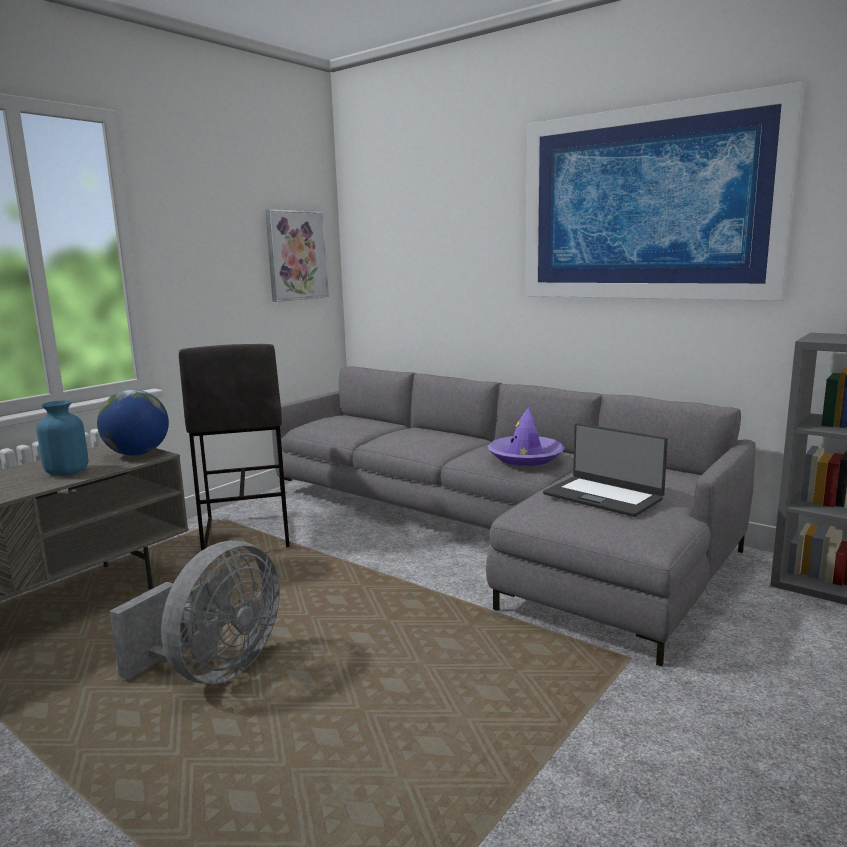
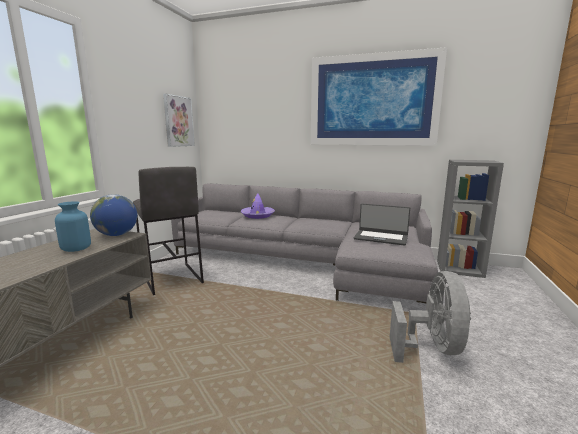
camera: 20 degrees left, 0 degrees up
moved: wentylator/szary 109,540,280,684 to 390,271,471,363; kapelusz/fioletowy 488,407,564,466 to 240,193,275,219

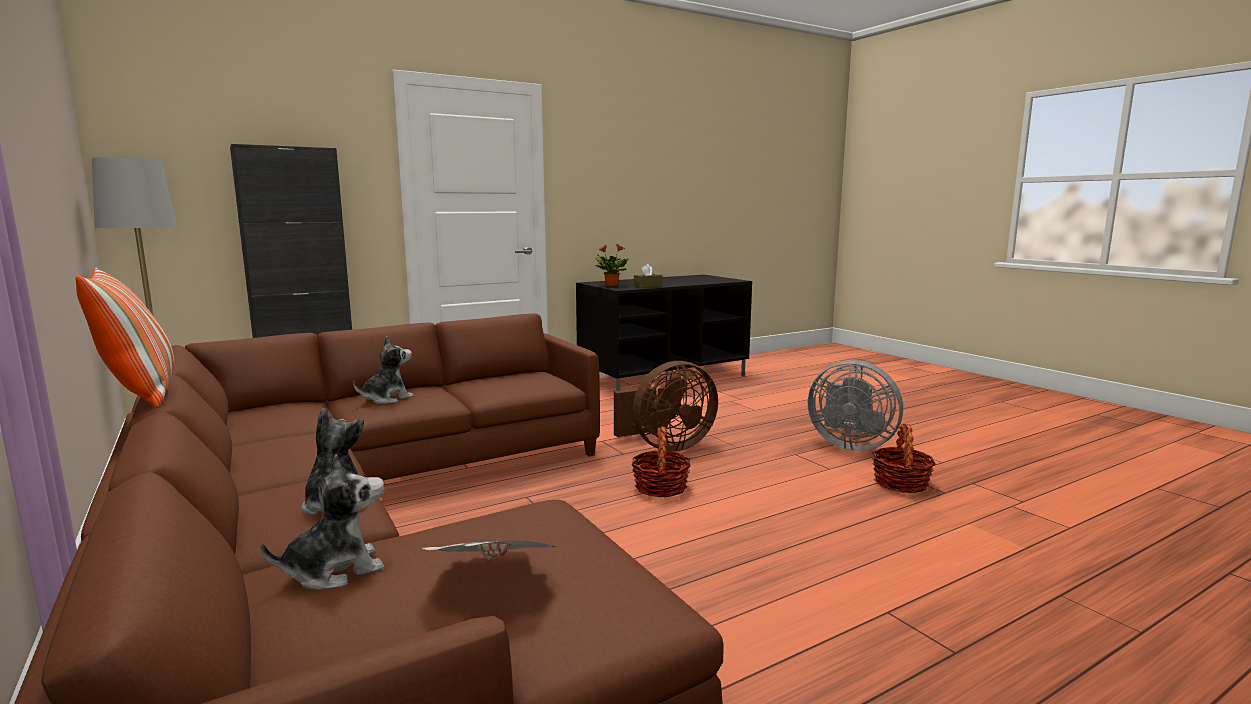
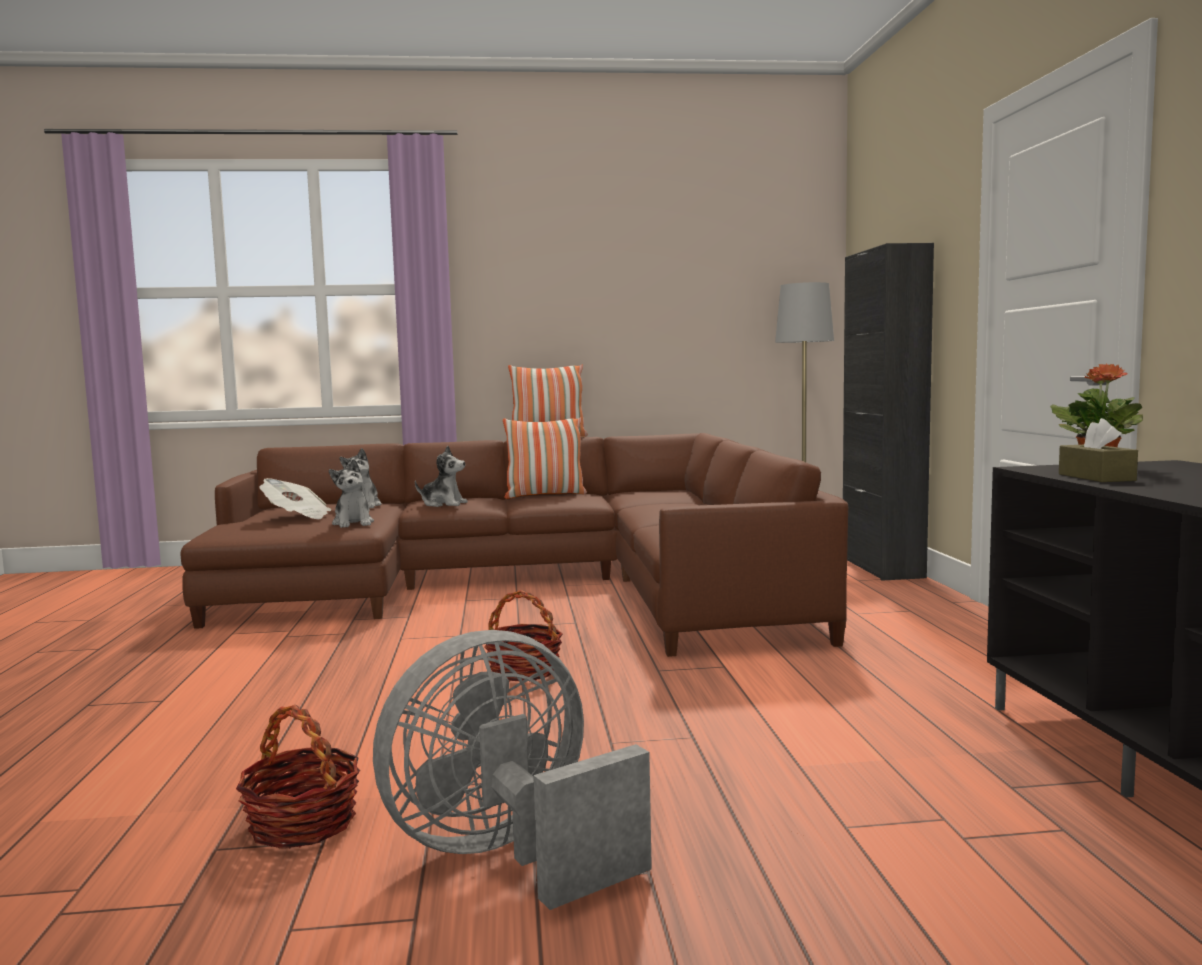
camera: 115 degrees right, 5 degrees down
removed: wentylator/brązowy 614,361,718,452
added: poduszka 503,417,587,499
moved: pluszak 353,336,414,404 to 329,459,374,528

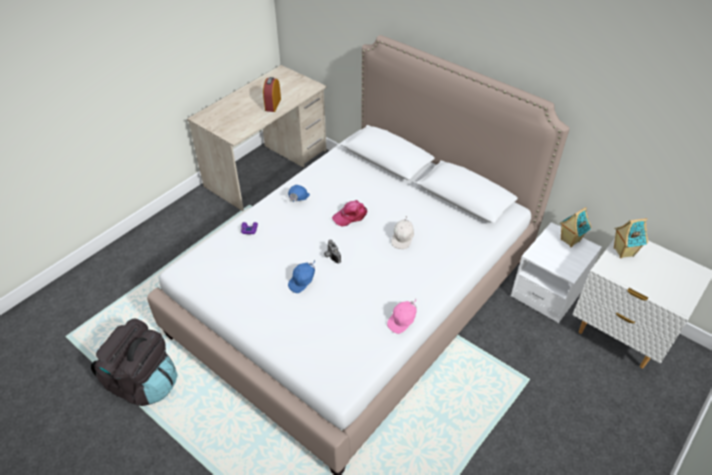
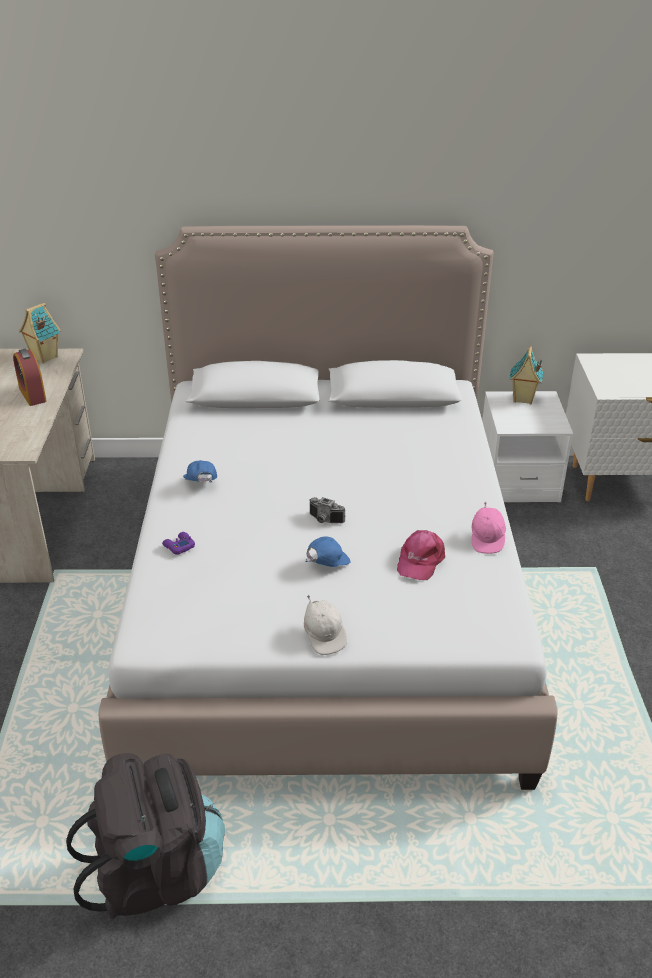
camera: 40 degrees left, 10 degrees down
moved: czapka z daszkiem/różowy 332,200,367,227 to 397,530,445,580; czapka z daszkiem/biały 391,216,414,249 to 304,595,347,655; domek 614,218,648,258 to 19,303,61,363
turned: czapka z daszkiem/niebieski 288,260,315,293 = 305,536,351,567 135 degrees counterclockwise

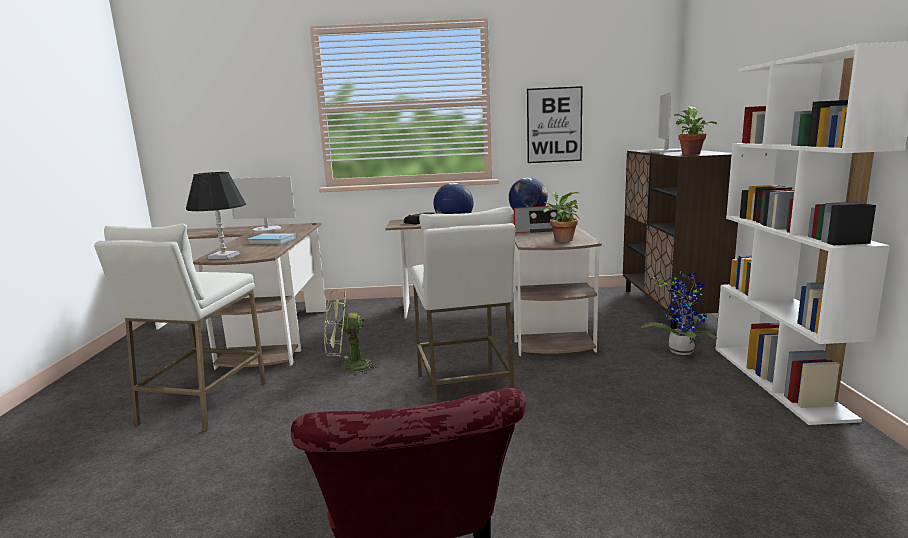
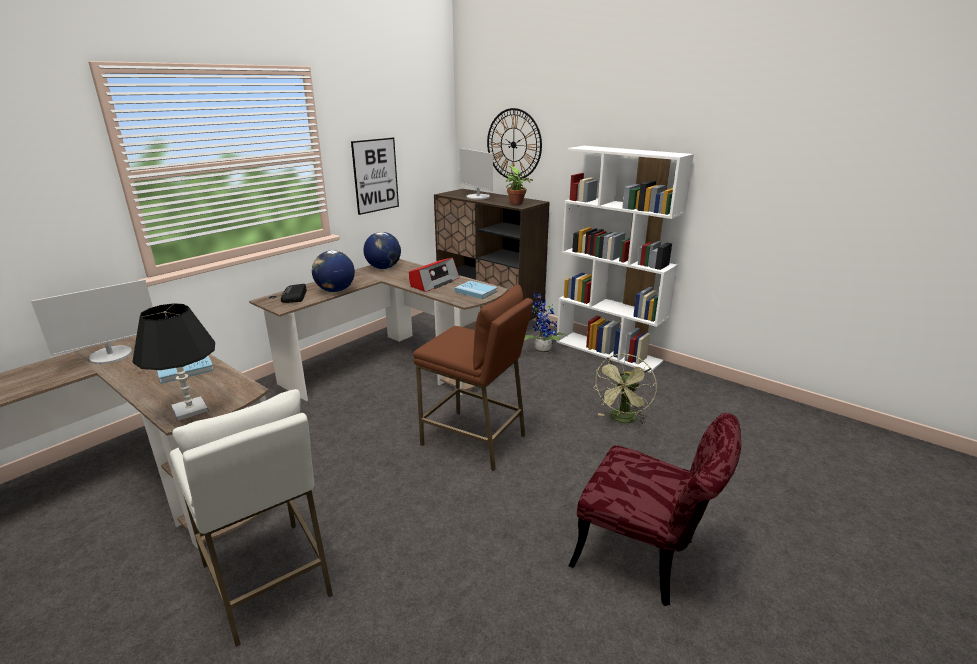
camera: 50 degrees left, 10 degrees up
added: zegar ścienny 487,108,542,179
moved: wentylator/zielony 324,290,380,377 to 593,354,657,424
replaced: roślina doniczkowa 543,191,580,242 to książka/niebieski 454,281,498,299
recoloured: stołek/biały 411,207,515,404 to stołek/brązowy 413,285,533,471

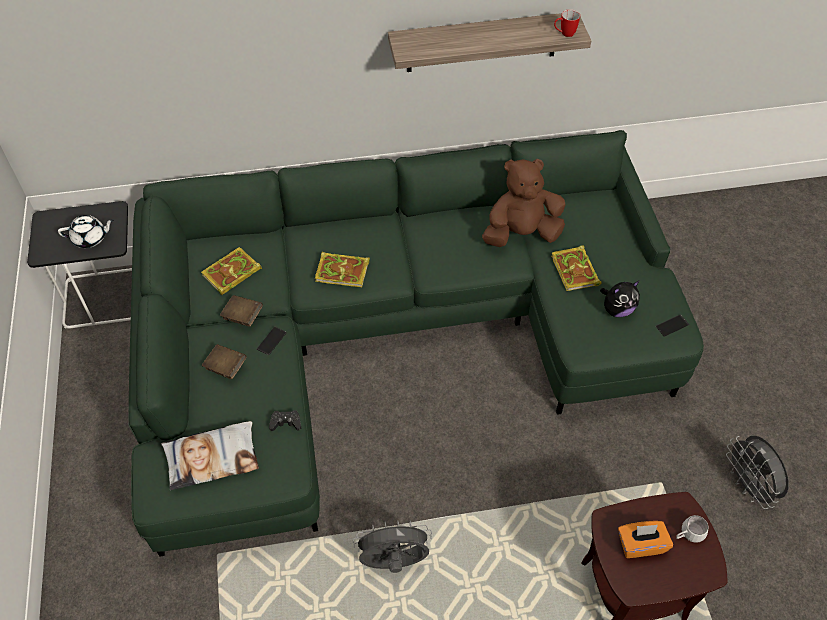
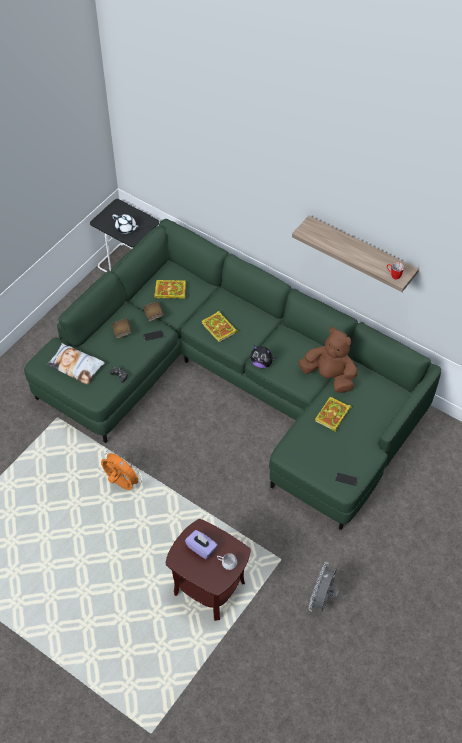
camera: 45 degrees right, 0 degrees up
moved: pluszak 600,281,640,317 to 250,346,276,368
recoloured: wentylator/szary 353,520,432,573 to wentylator/pomarańczowy 101,450,142,490; pudełko chusteczek/pomarańczowy 618,521,673,558 to pudełko chusteczek/fioletowy 185,530,217,559

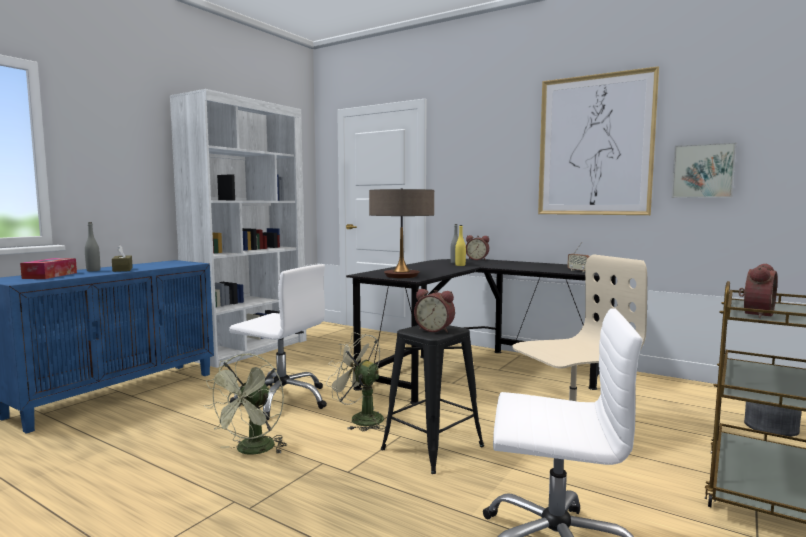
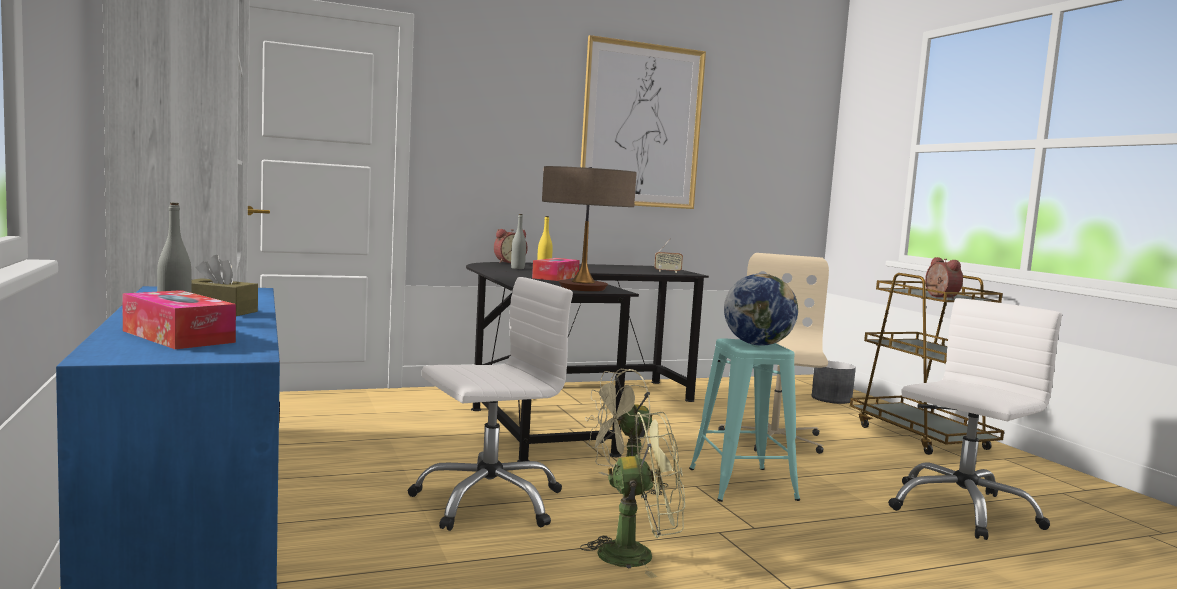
camera: 55 degrees left, 0 degrees up
removed: obraz 672,142,736,198
added: pudełko chusteczek 532,258,580,281
replaced: budzik 414,289,455,333 to globus 724,274,798,346
recoloured: stołek/czarny 381,325,484,474 to stołek/turkusowy 689,338,800,502
turned: wentylator/zielony 204,353,287,455 = 580,412,685,578 60 degrees counterclockwise

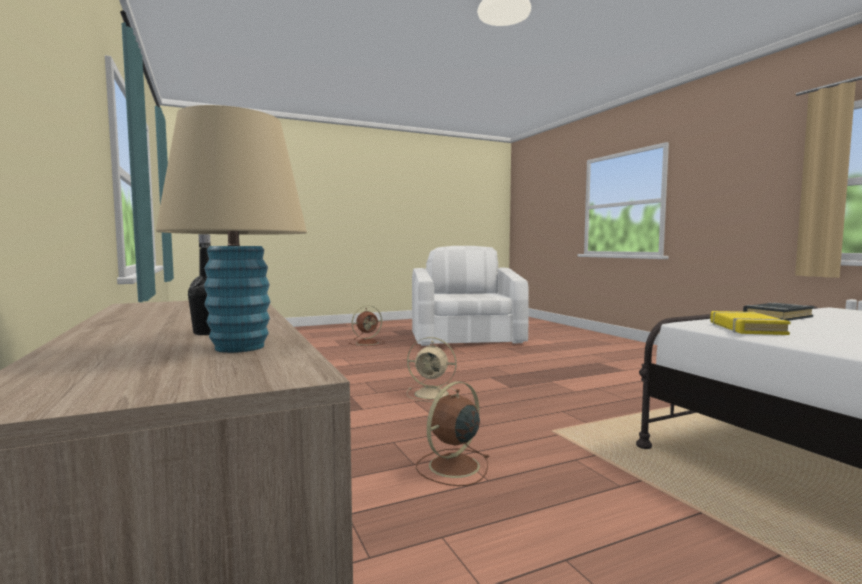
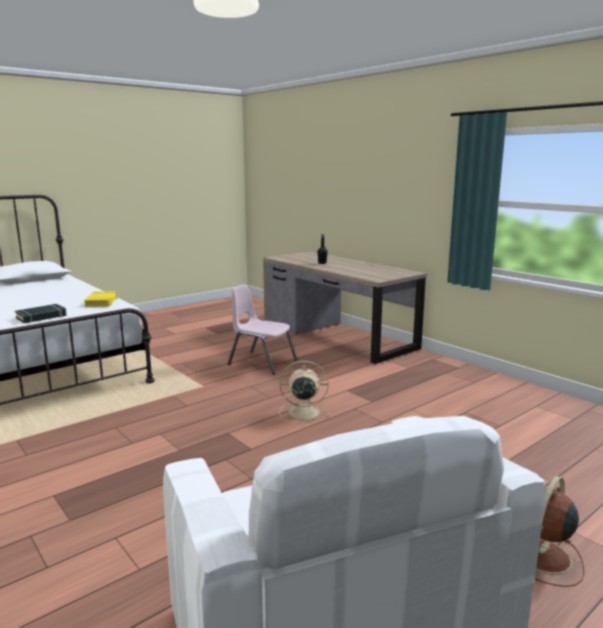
camera: 165 degrees right, 10 degrees up
removed: lampa stołowa/beżowy 156,105,307,353
replaced: wentylator/brązowy 416,382,490,486 to krzesło/różowy 228,285,297,375

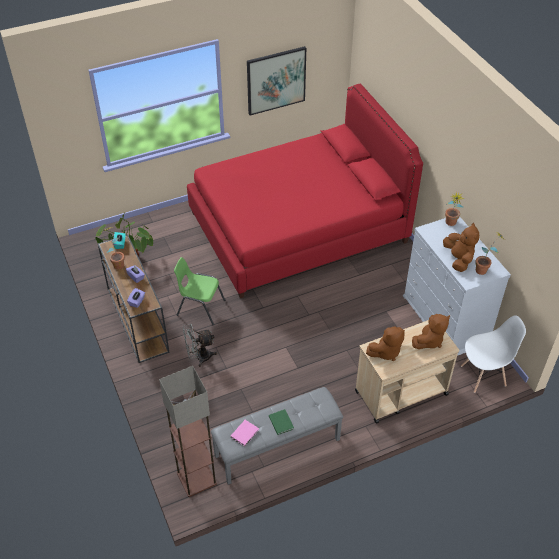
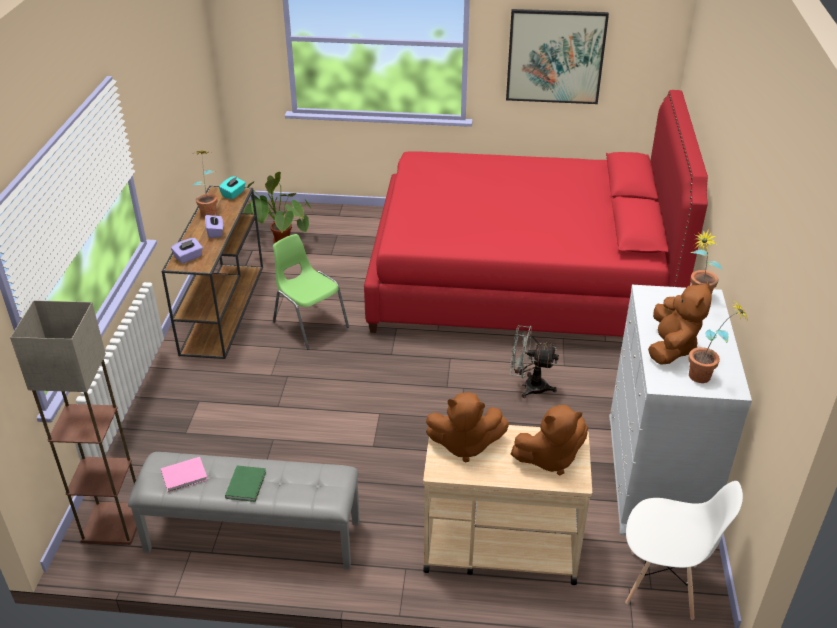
camera: 30 degrees right, 10 degrees down
moved: wentylator/szary 183,324,217,367 to 510,325,559,398

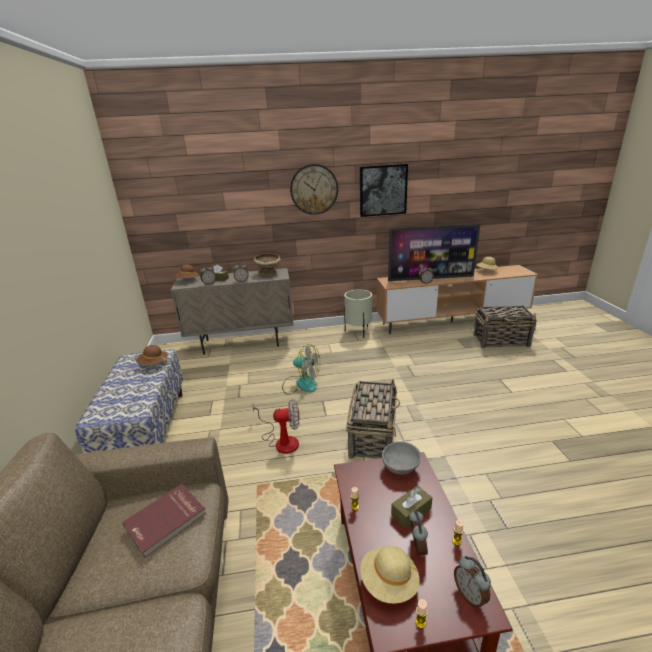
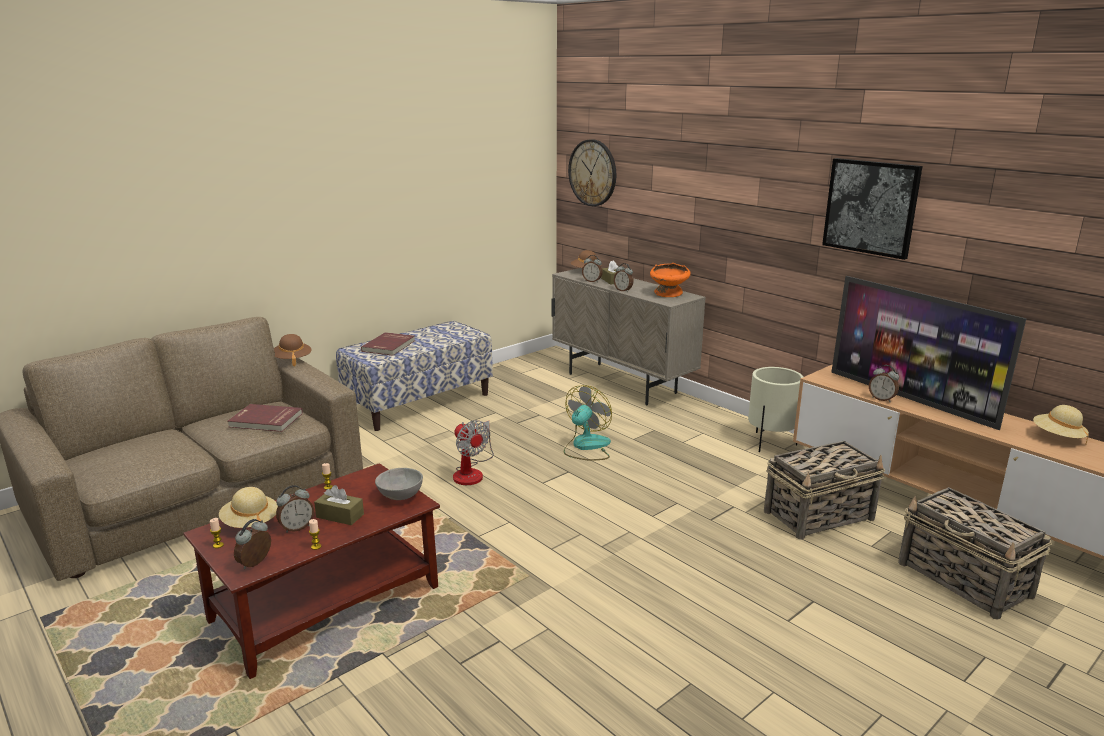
camera: 55 degrees right, 5 degrees down
added: książka/czerwony 361,332,415,356
moved: kapelusz/brązowy 136,345,168,366 to 274,334,312,366; zegar ścienny 290,164,338,215 to 568,139,616,206; koszyk 346,379,400,459 to 764,441,885,540
recoloured: miska/beżowy 254,253,281,276 to miska/pomarańczowy 650,263,691,297
turned: wentylator 282,344,320,395 = 564,385,612,461 135 degrees counterclockwise

